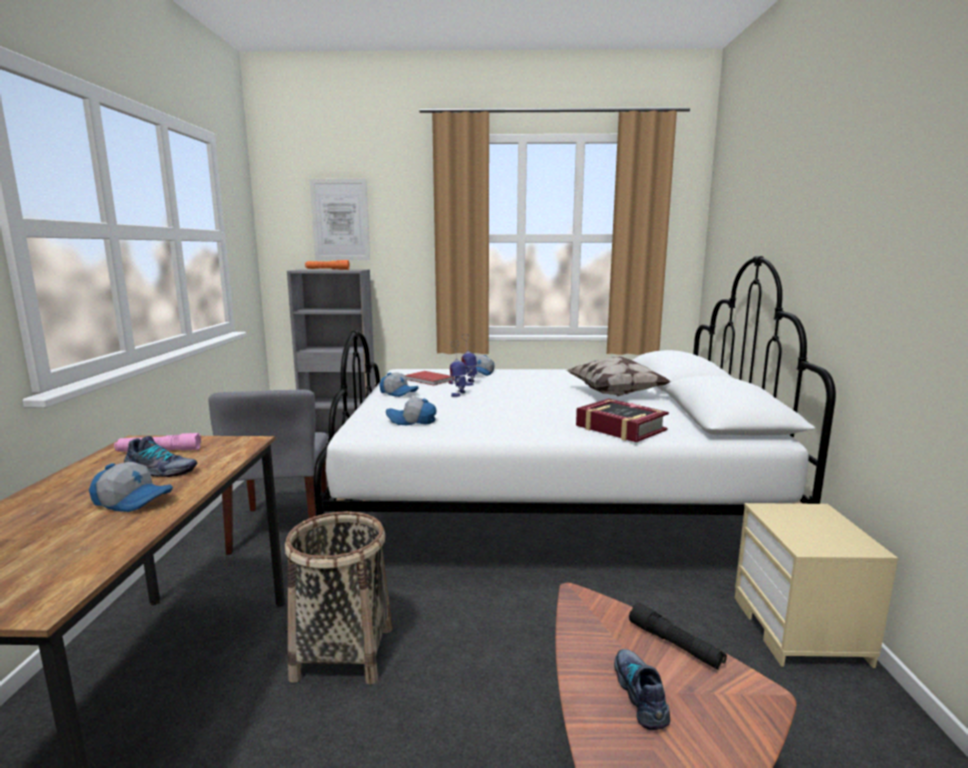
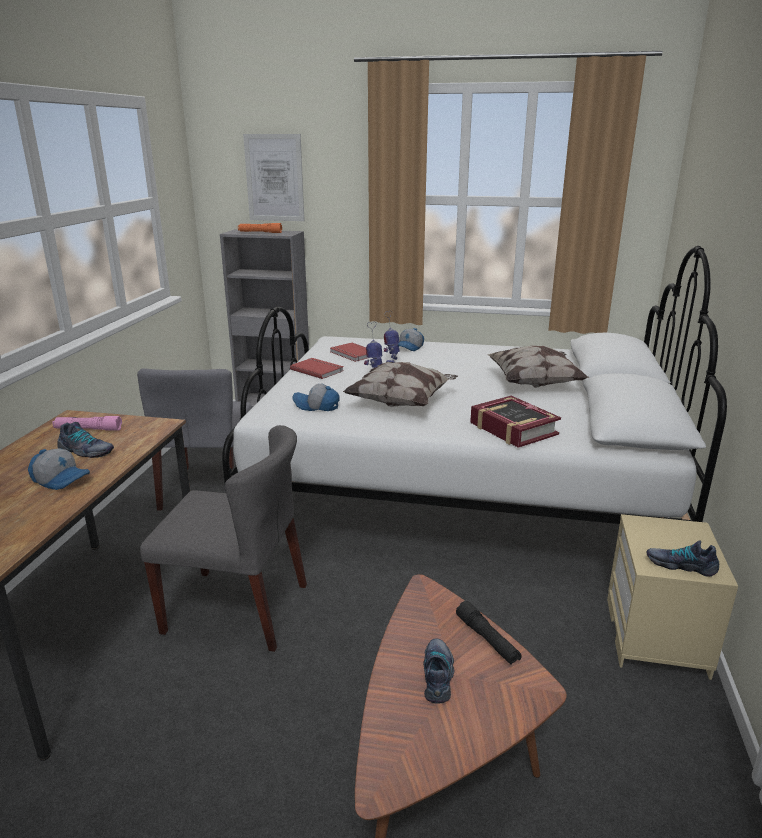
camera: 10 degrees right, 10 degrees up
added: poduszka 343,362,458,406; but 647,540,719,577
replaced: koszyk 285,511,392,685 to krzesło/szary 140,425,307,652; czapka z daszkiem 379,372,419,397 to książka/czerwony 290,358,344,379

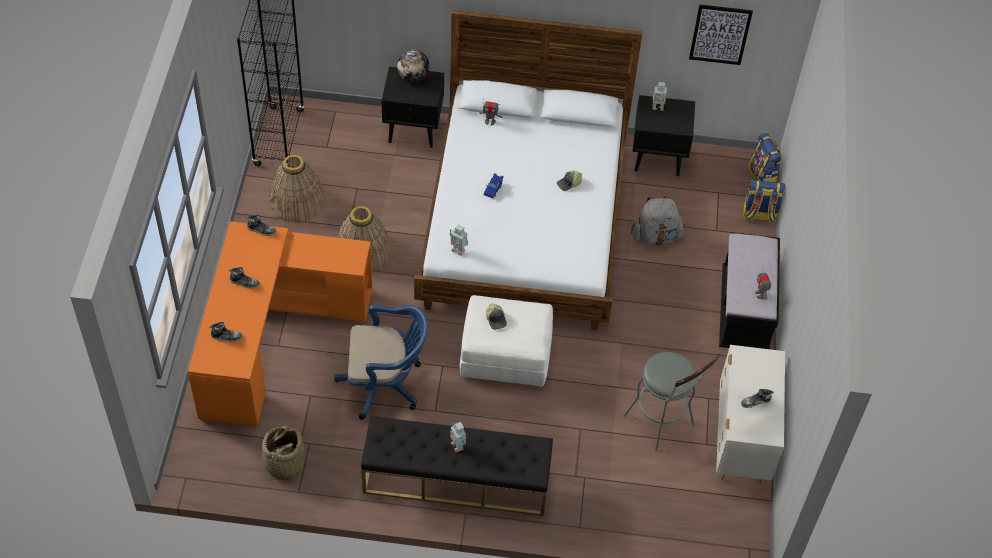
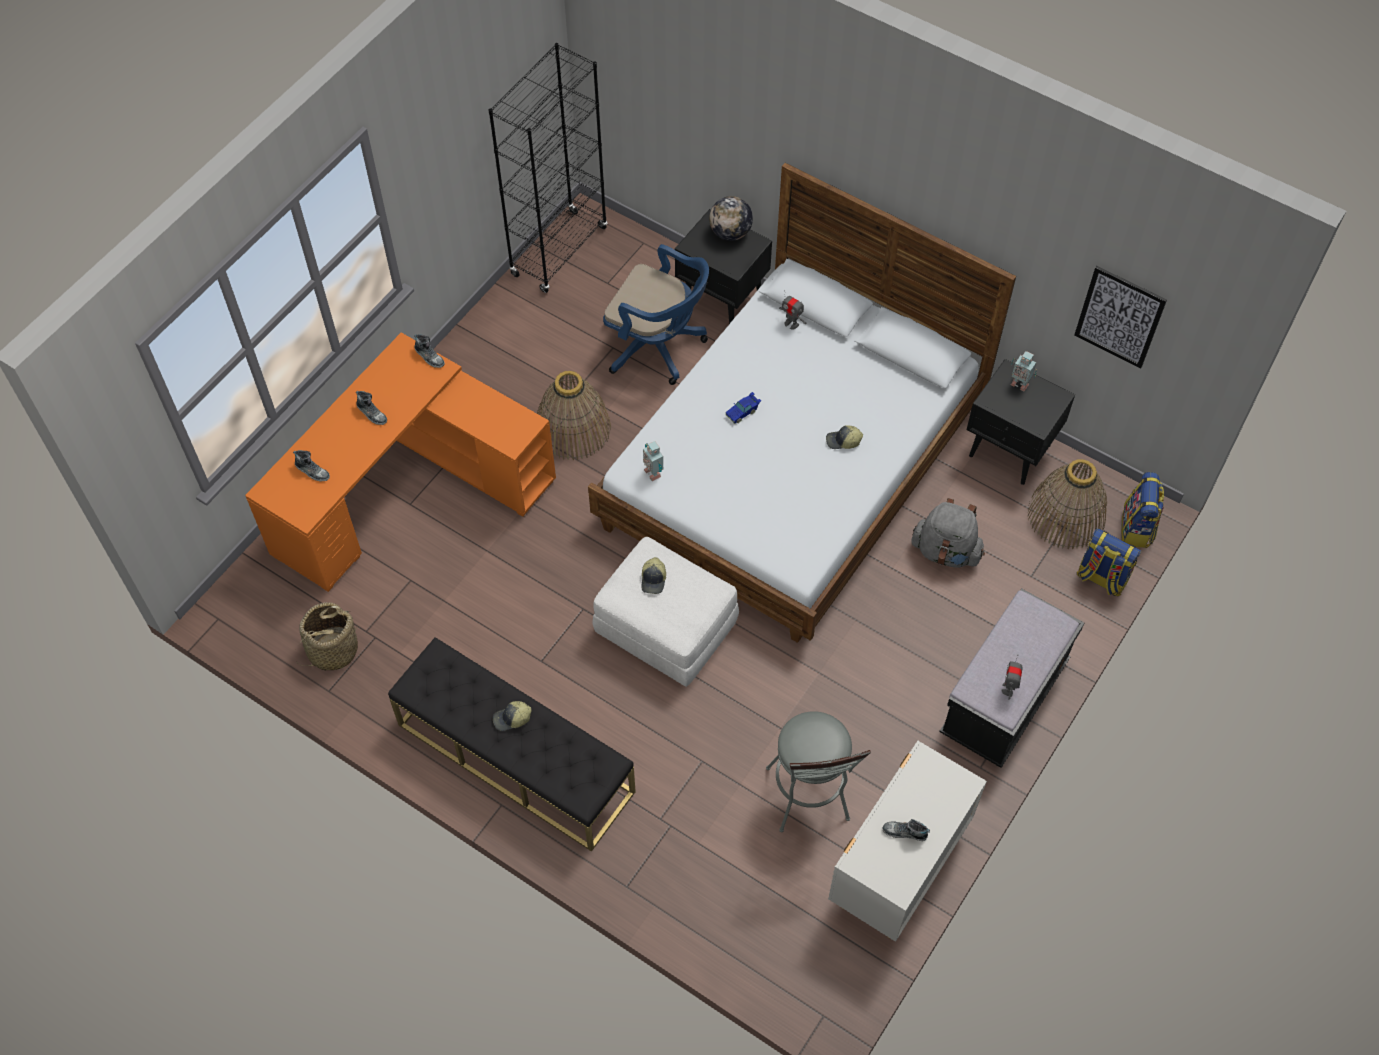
camera: 30 degrees right, 5 degrees up
moved: koszyk 269,155,326,223 to 1028,459,1107,549; krzesło biurowe/niebieski 334,305,428,420 to 603,244,709,385
replaced: robot zabawkowy 450,422,466,452 to czapka z daszkiem 493,701,532,731

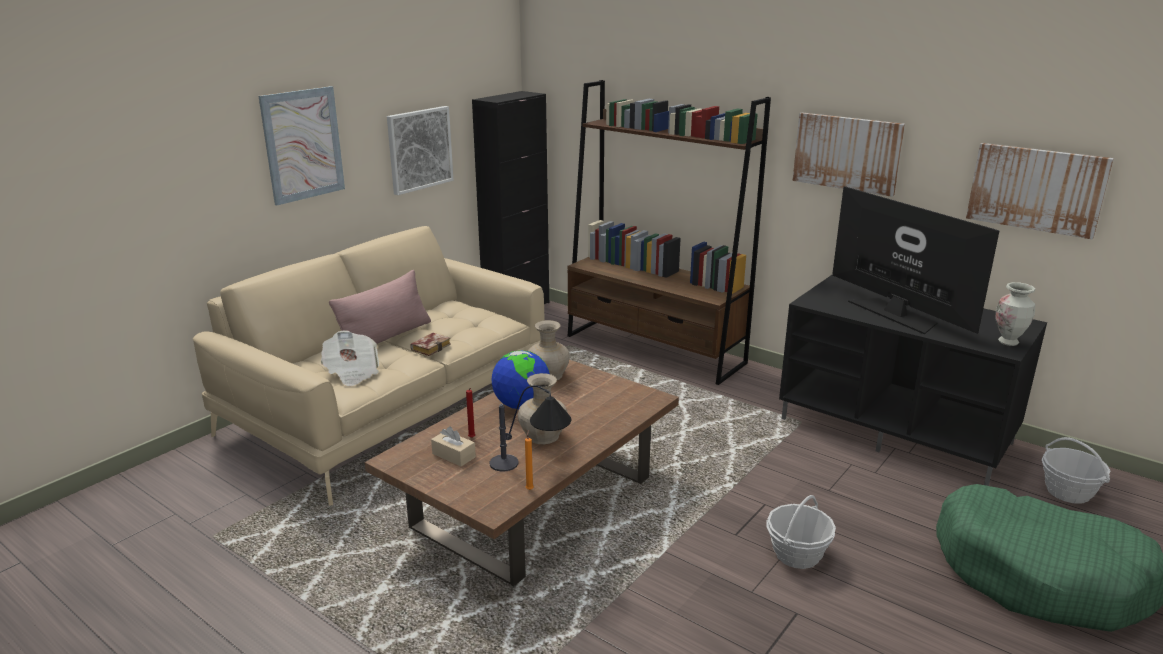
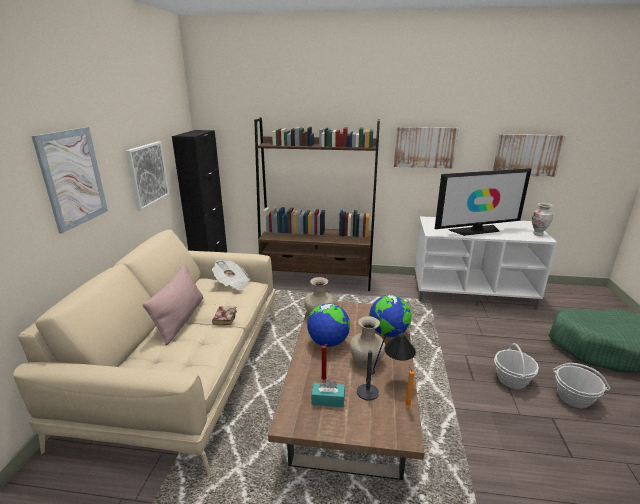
camera: 30 degrees left, 0 degrees up
added: globus 369,295,411,337
moved: gazeta 321,330,379,386 to 212,260,250,291; koszyk 1042,437,1110,504 to 552,363,611,408
recoloured: pudełko chusteczek/beżowy 431,426,476,466 to pudełko chusteczek/turkusowy 311,380,345,407; szafka pod telewizor/czarny 779,275,1047,486 to szafka pod telewizor/biały 414,216,557,310
turned: telewizor 832,186,1000,335 = 435,168,532,236 135 degrees clockwise

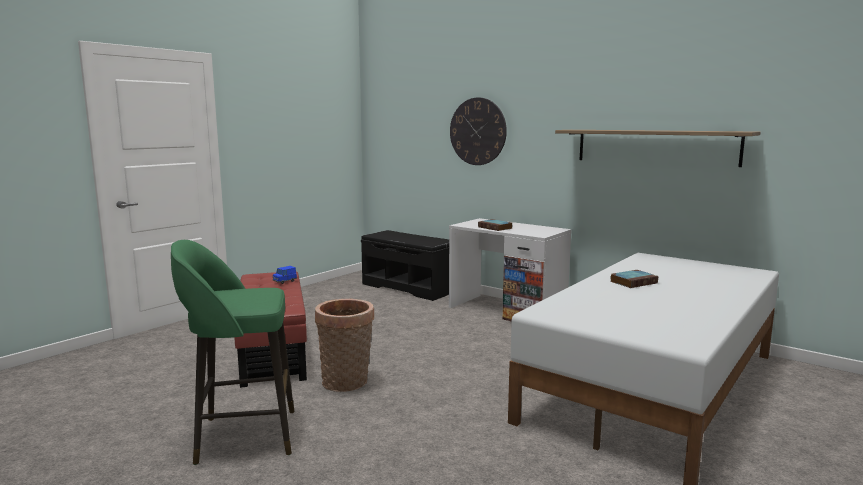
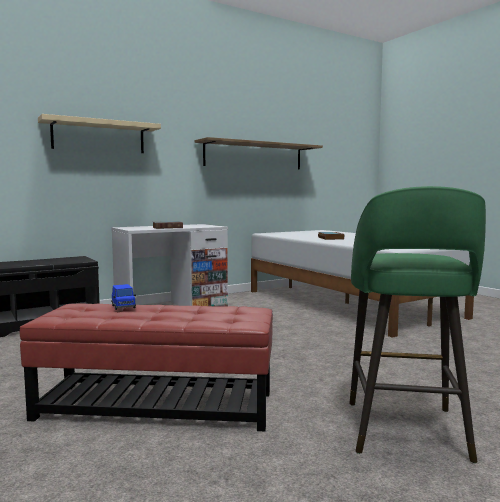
camera: 70 degrees left, 5 degrees down
removed: koszyk 315,299,374,392
replaced: zegar ścienny 450,97,507,165 to półka/beżowy 38,114,161,153

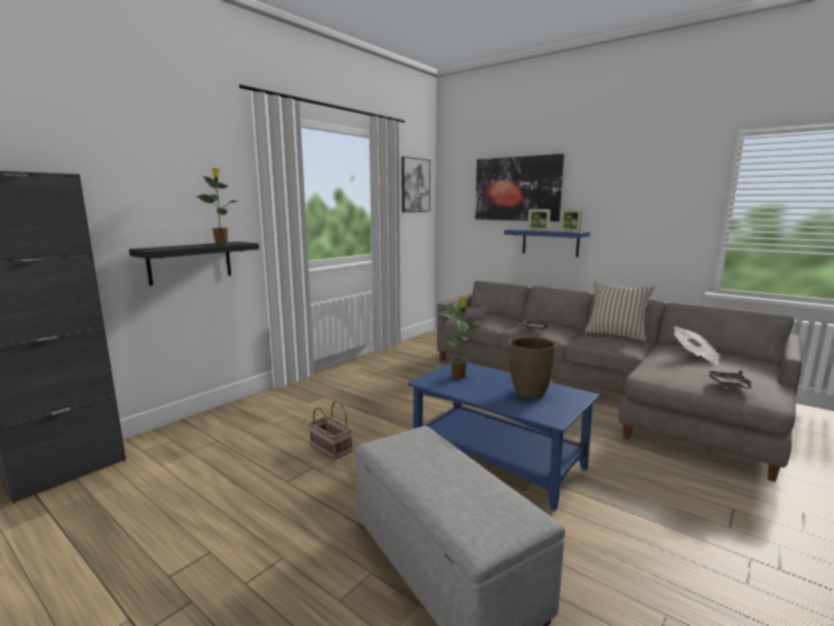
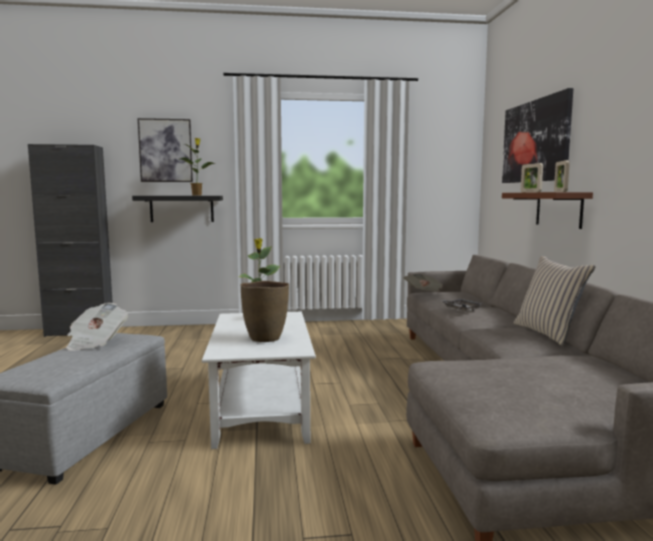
camera: 45 degrees right, 5 degrees down
removed: koszyk 308,400,353,460; taca/szary 708,370,756,388
moved: obraz 402,156,430,212 to 138,118,193,182; gazeta 674,327,721,364 to 66,303,128,351
recoloured: ława/niebieski 408,362,600,511 to ława/biały 202,311,316,449; półka/niebieski 504,229,590,257 to półka/brązowy 502,192,593,229

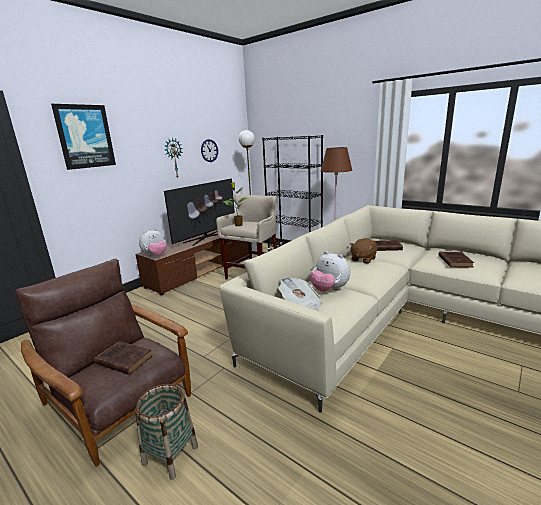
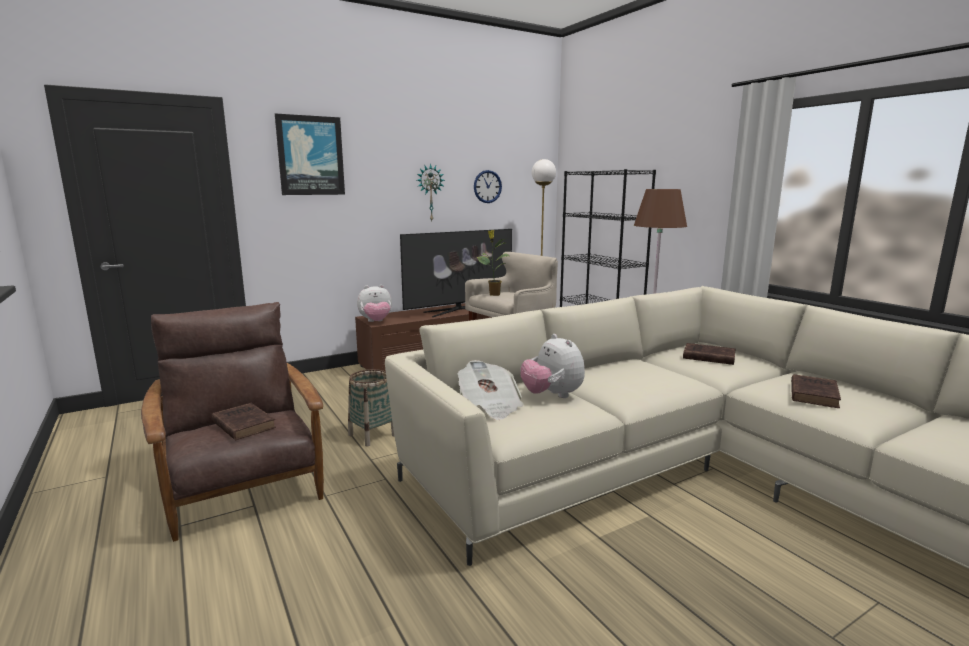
camera: 20 degrees right, 5 degrees down
removed: pluszak/brązowy 350,238,377,264
moved: koszyk 135,384,198,480 to 348,369,394,446

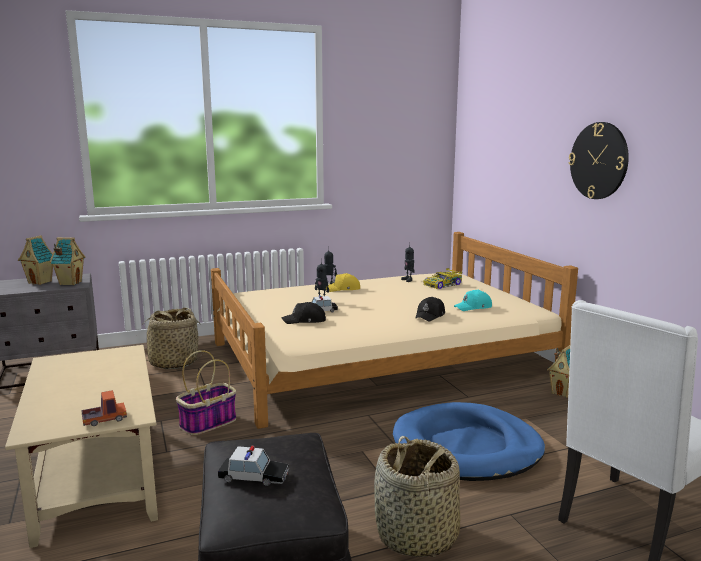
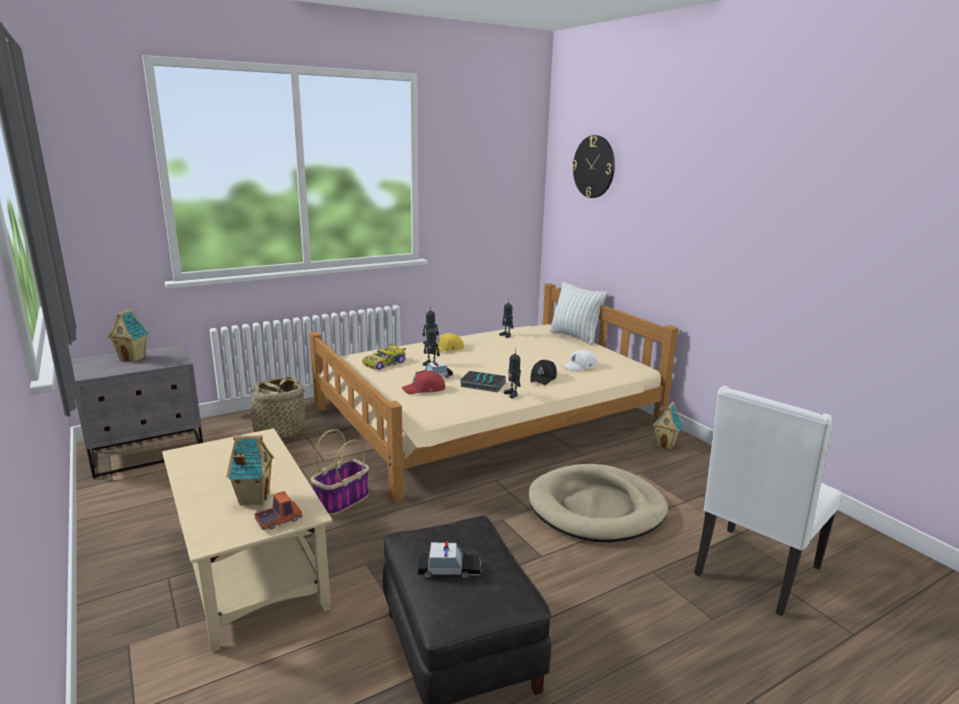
camera: 10 degrees left, 5 degrees up
removed: koszyk 374,436,460,557
added: książka 460,371,506,392; robot zabawkowy 504,348,521,398; poduszka 549,282,607,345
moved: domek 50,237,86,285 to 226,435,274,506; samochodzik 423,268,463,289 to 362,343,406,370; zegar ścienny 568,122,629,199 to 572,135,615,198
recoloured: czapka z daszkiem/czarny 281,302,326,324 to czapka z daszkiem/czerwony 402,371,445,394; legowisko/niebieski 393,402,545,481 to legowisko/beżowy 529,464,668,542; czapka z daszkiem/turkusowy 454,290,492,311 to czapka z daszkiem/biały 562,349,597,371

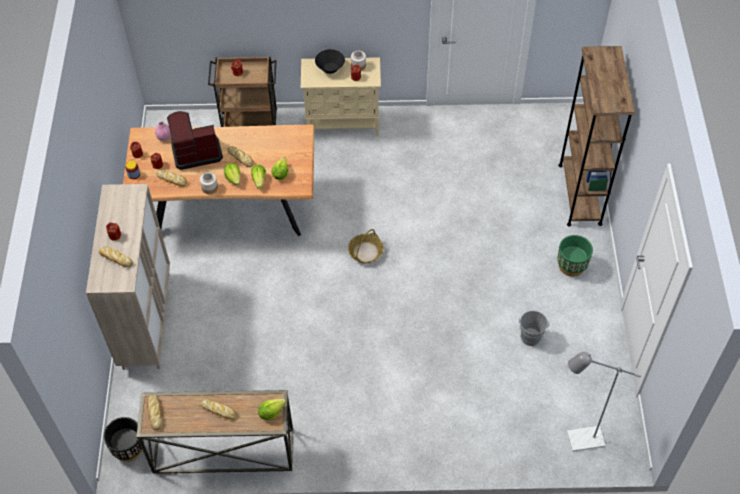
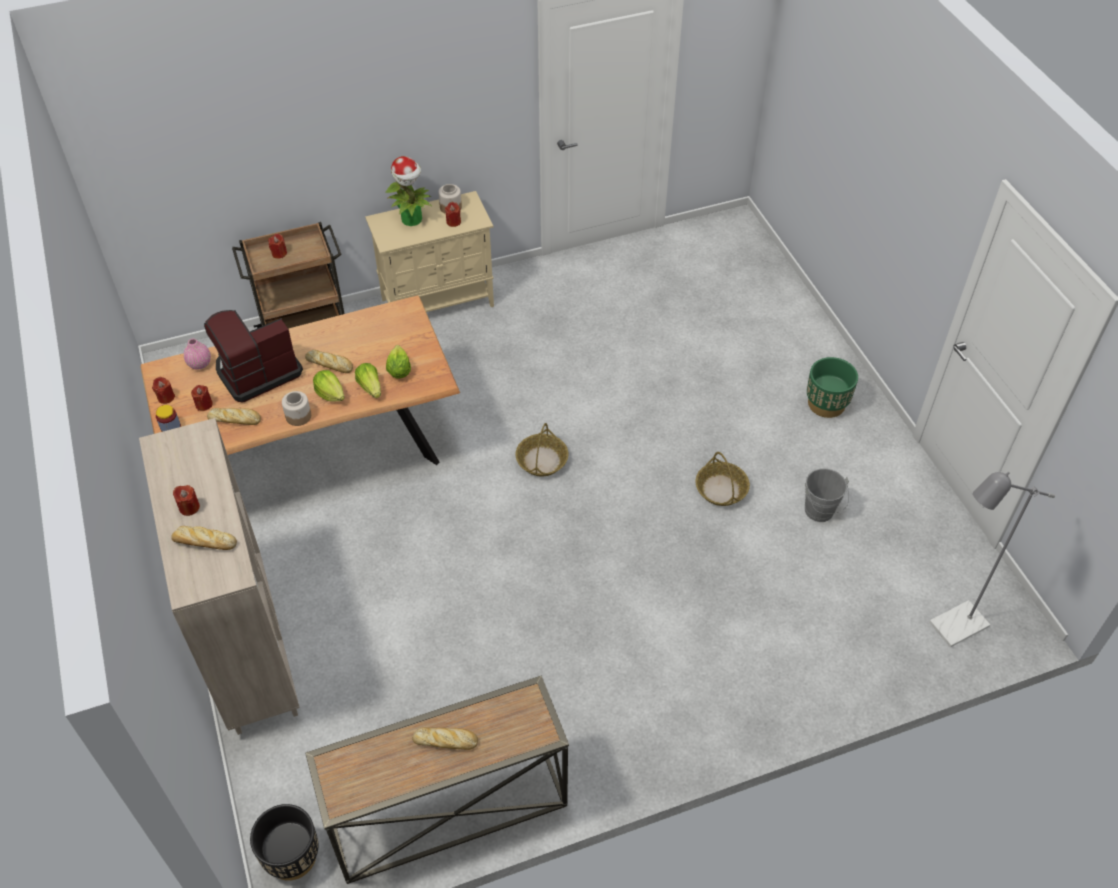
camera: 20 degrees left, 5 degrees down
removed: chleb 147,395,162,430; sałata 258,399,286,420; regał/brązowy 558,46,635,226
added: koszyk 695,452,750,506
replaced: miska/czarny 315,49,345,74 to roślina doniczkowa 385,156,432,226

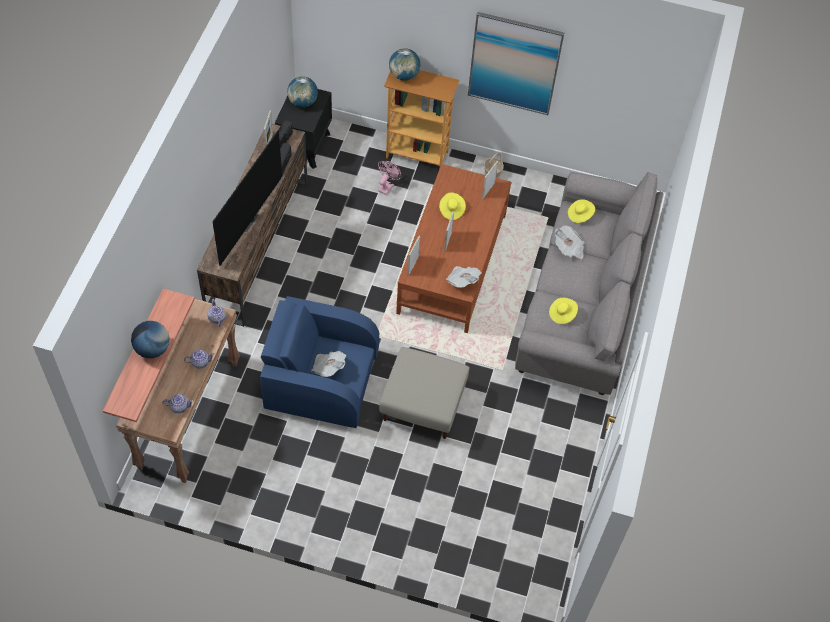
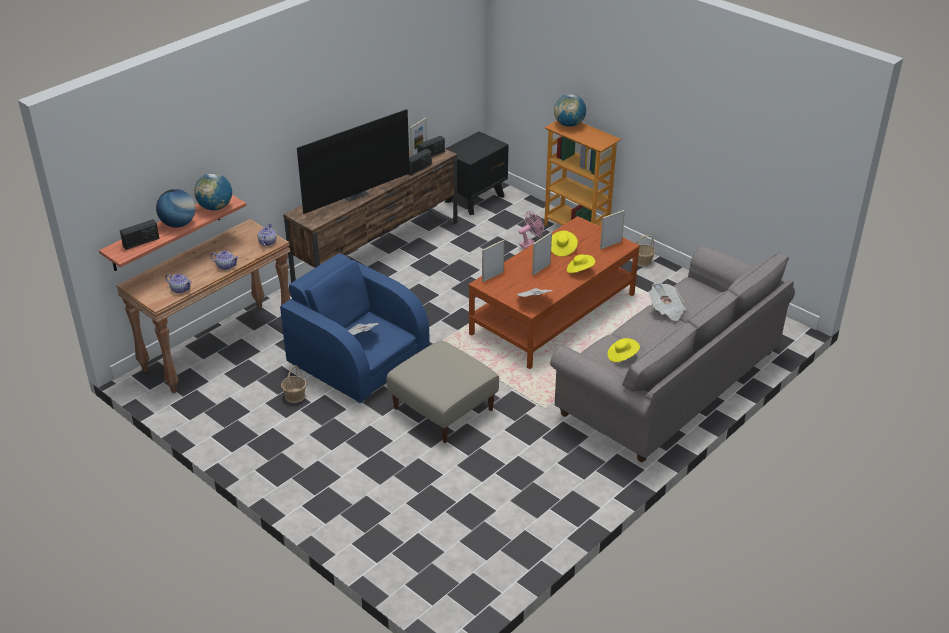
camera: 30 degrees right, 20 degrees down
removed: obraz 468,12,564,115
added: radio 120,219,160,250; koszyk 281,365,306,403
moved: globus 287,76,318,107 to 194,173,232,211; kapelusz/żółty 568,199,595,223 to 567,254,595,273

